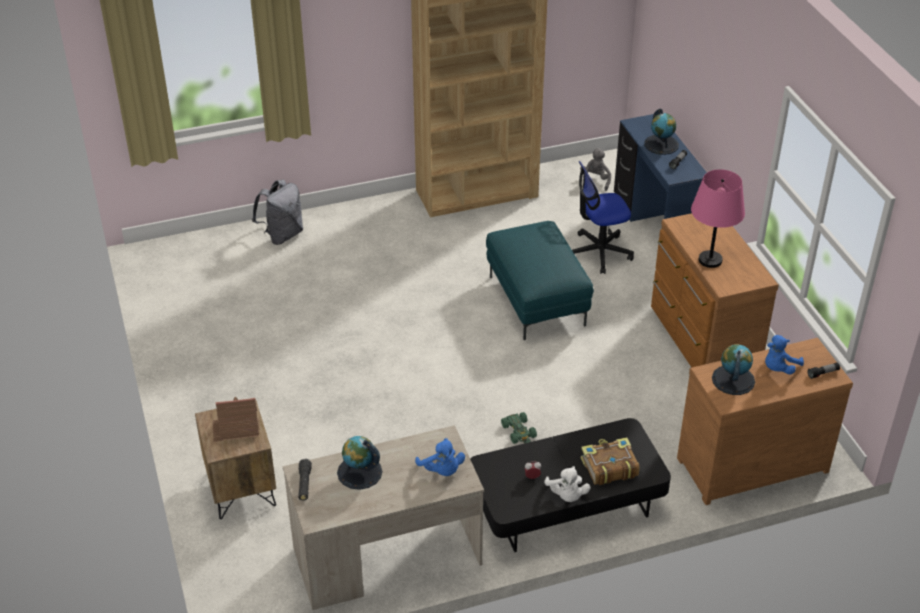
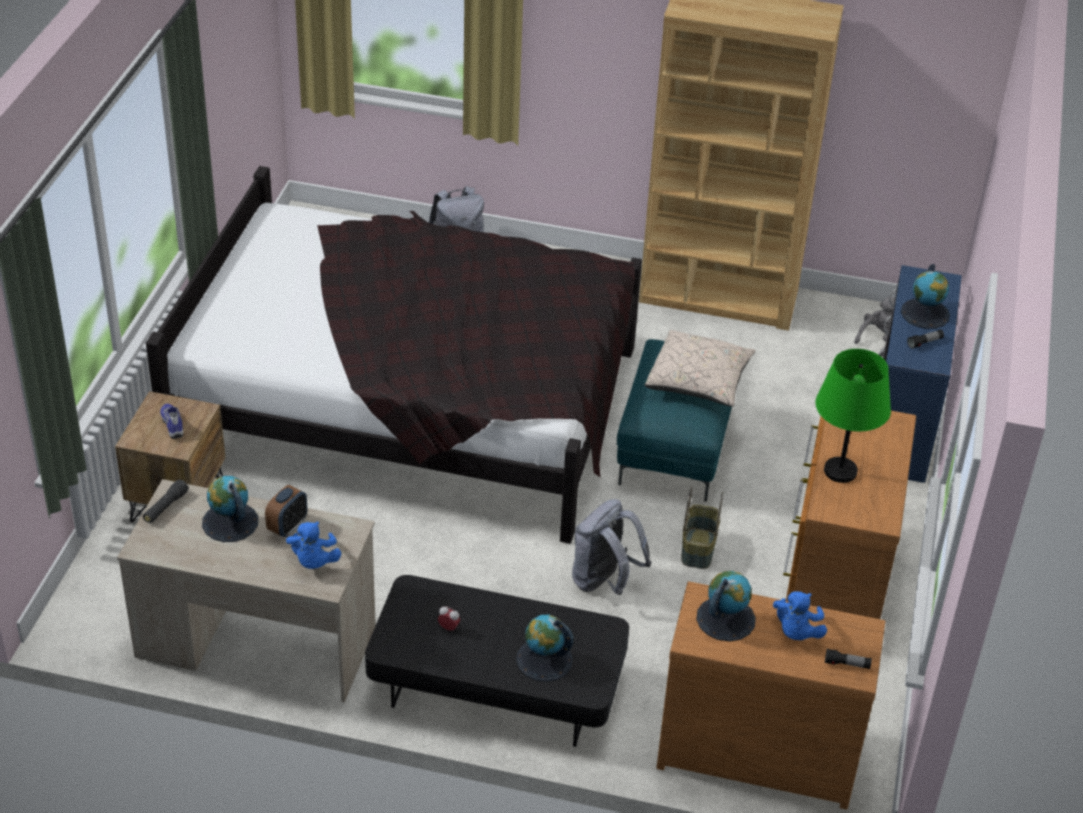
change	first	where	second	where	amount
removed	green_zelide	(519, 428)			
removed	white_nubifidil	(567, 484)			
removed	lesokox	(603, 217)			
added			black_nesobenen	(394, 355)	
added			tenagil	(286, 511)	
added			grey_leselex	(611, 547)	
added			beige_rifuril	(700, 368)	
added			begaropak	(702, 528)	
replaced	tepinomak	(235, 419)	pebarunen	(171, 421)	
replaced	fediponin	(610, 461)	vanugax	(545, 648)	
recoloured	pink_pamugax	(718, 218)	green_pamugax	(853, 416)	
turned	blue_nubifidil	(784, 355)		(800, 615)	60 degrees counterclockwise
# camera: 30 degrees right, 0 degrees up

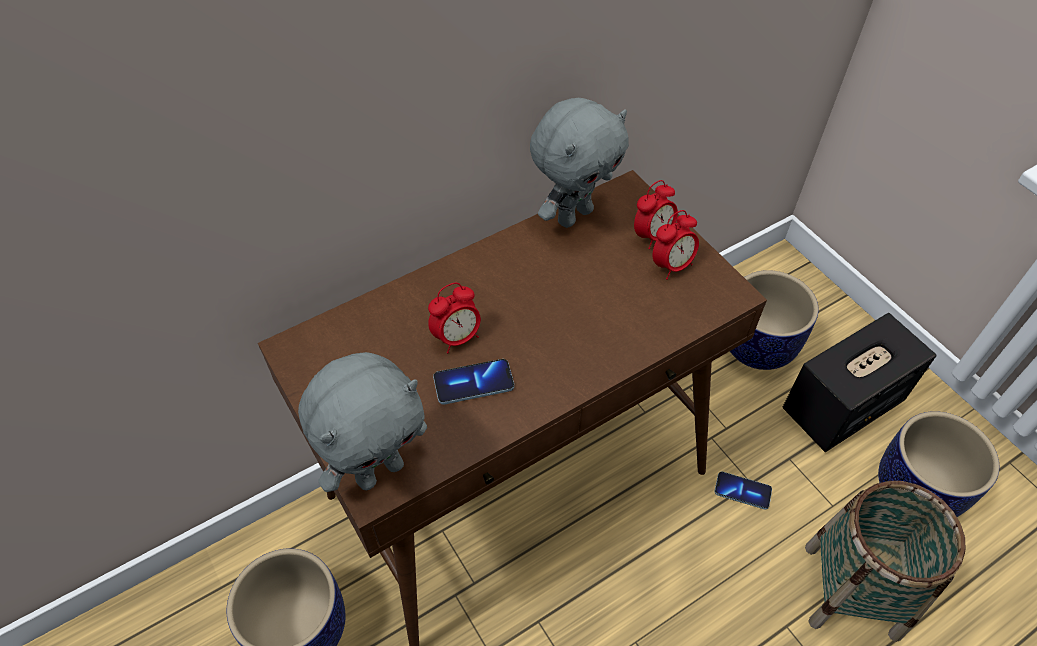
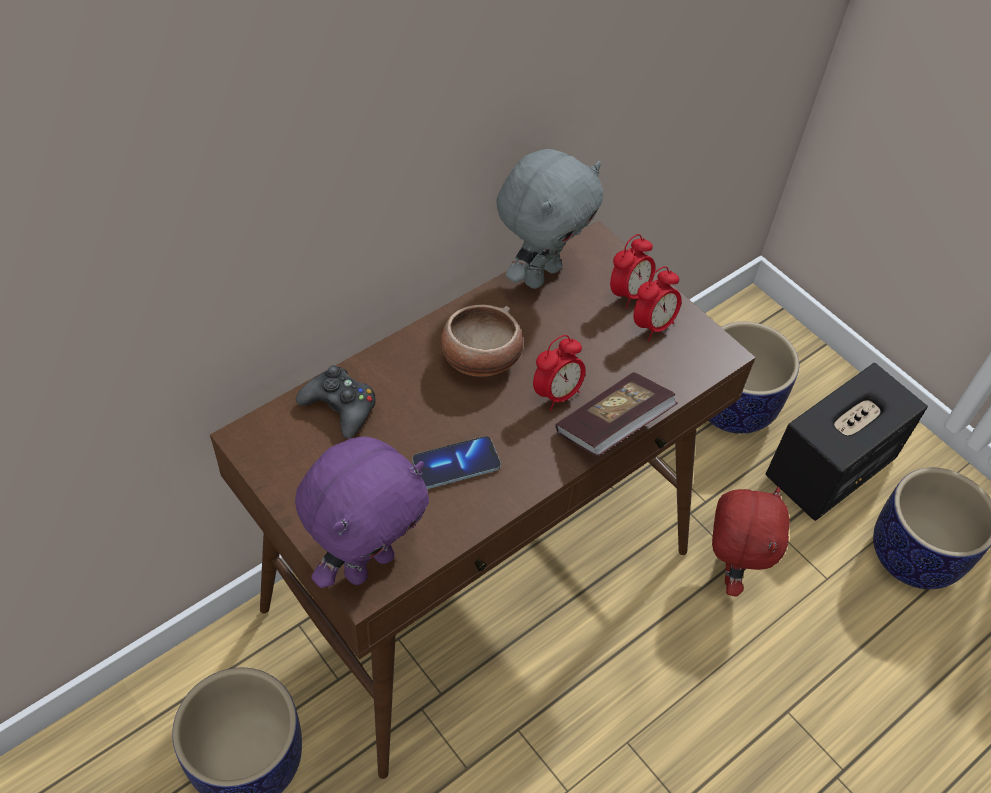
change	first	where	second	where	amount
removed	begaropak	(885, 561)			
added			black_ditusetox	(335, 402)	
added			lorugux	(482, 341)	
added			fediponin	(616, 414)	
moved	tenagil	(454, 318)		(559, 373)	
replaced	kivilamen	(743, 491)	red_nubifidil	(751, 541)	
recoloured	grey_nubifidil	(362, 422)	purple_nubifidil	(362, 512)	
# camera: 10 degrees left, 0 degrees up

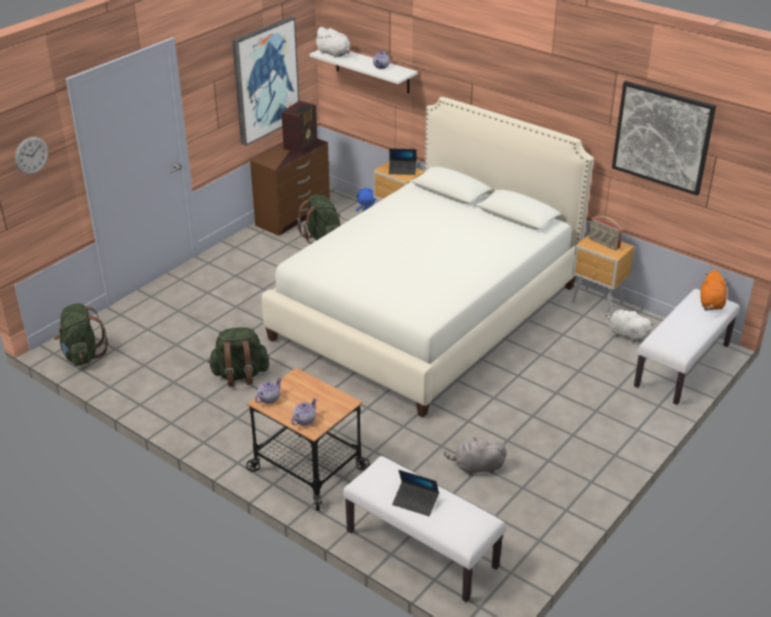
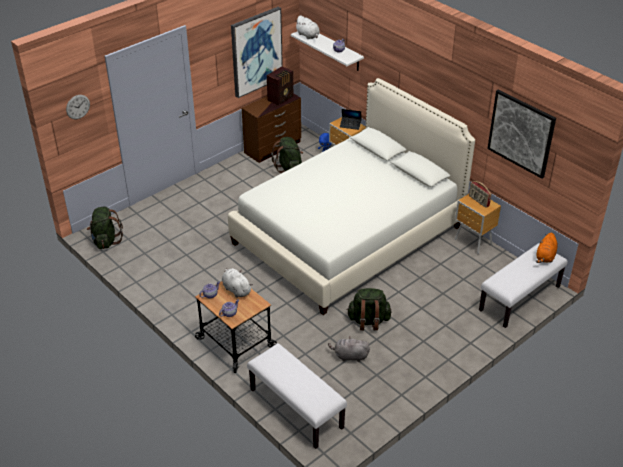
change	first	where	second	where	amount
removed	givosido	(415, 493)			
moved	green_leselex	(238, 357)		(369, 309)	
moved	white_nubifidil	(630, 326)		(237, 283)	
# camera: 10 degrees right, 5 degrees up

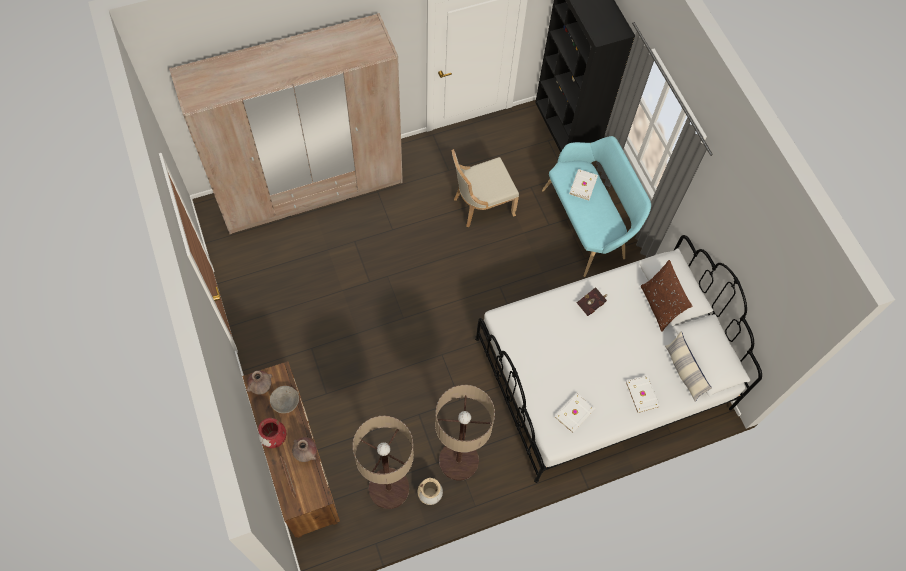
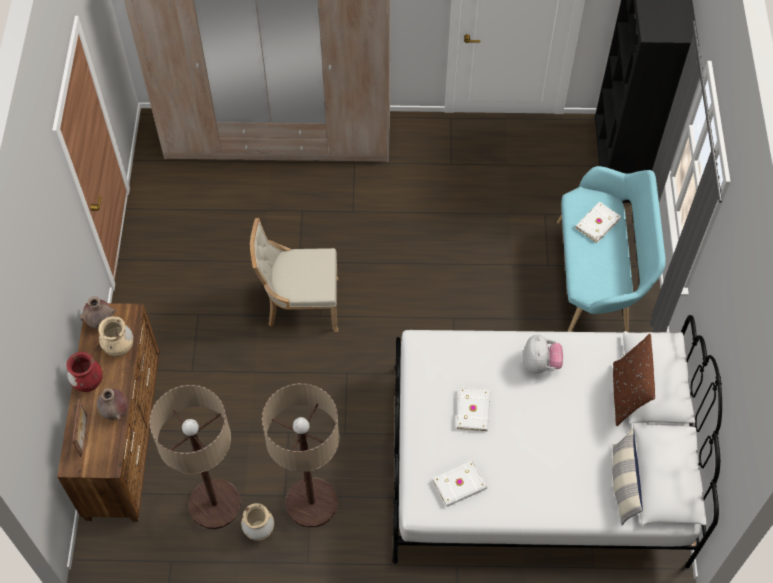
change	first	where	second	where	amount
moved	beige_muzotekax	(485, 188)		(294, 275)	
moved	white_fediponin	(642, 394)		(473, 409)	
replaced	grey_lorugux	(284, 399)	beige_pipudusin	(115, 336)	
replaced	red_fediponin	(592, 301)	nubifidil	(543, 354)	
# camera: 25 degrees right, 5 degrees down

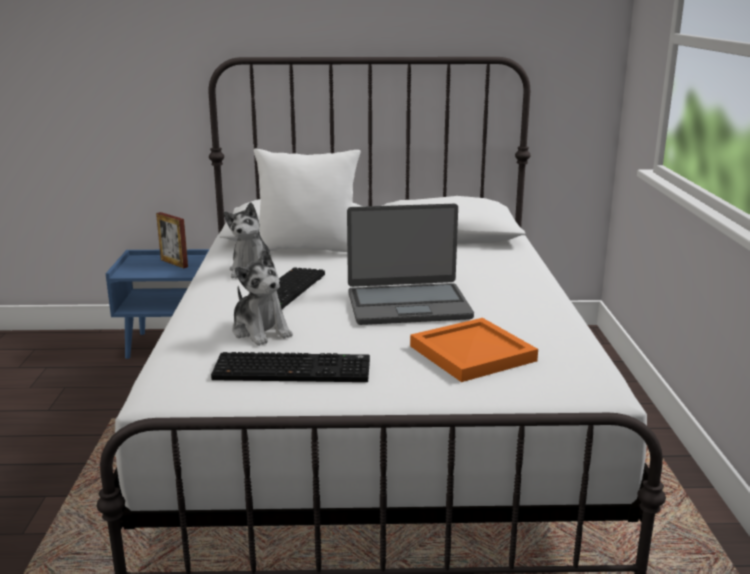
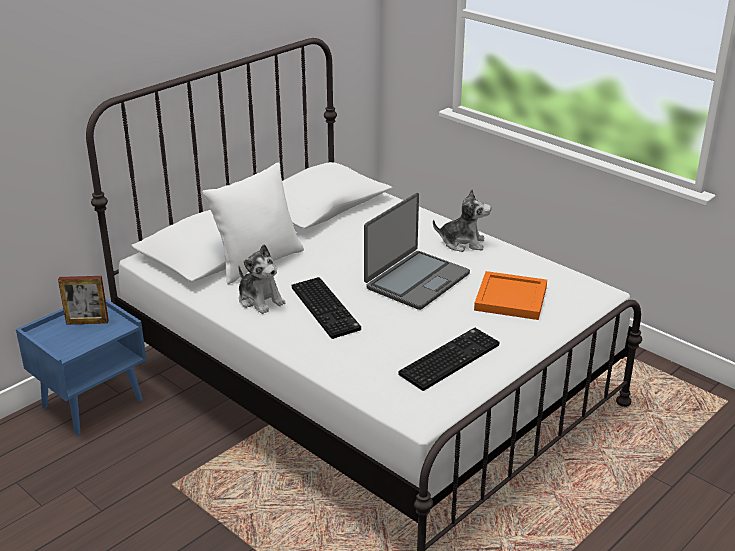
change	first	where	second	where	amount
moved	nubifidil	(262, 297)		(462, 220)	
# camera: 45 degrees left, 10 degrees up

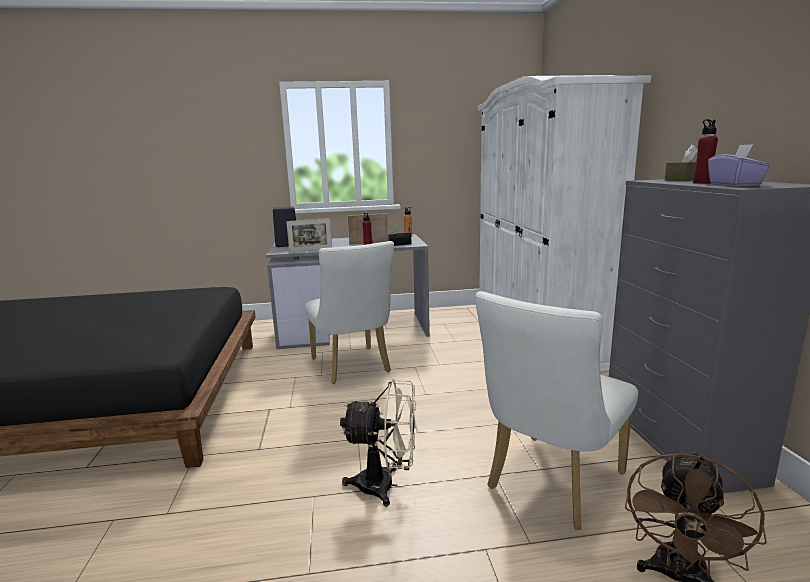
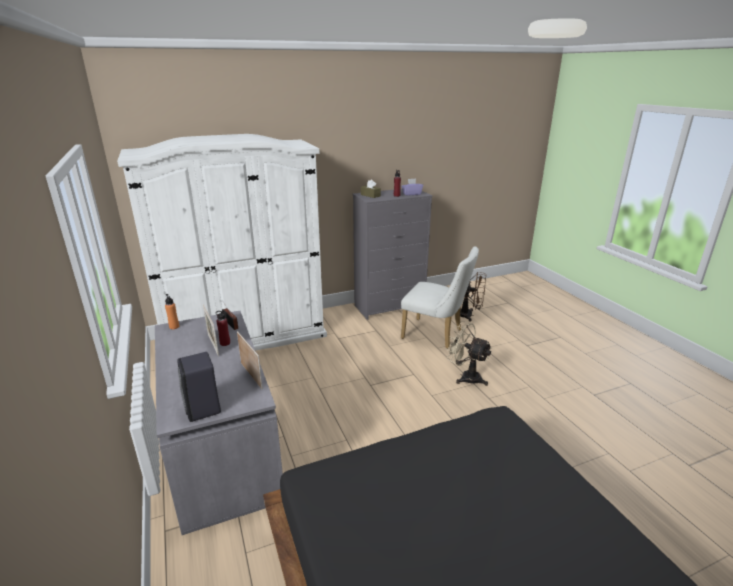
change	first	where	second	where	amount
removed	white_muzotekax	(349, 312)			
turned	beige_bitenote	(378, 443)		(469, 353)	45 degrees counterclockwise
# camera: 105 degrees left, 10 degrees up

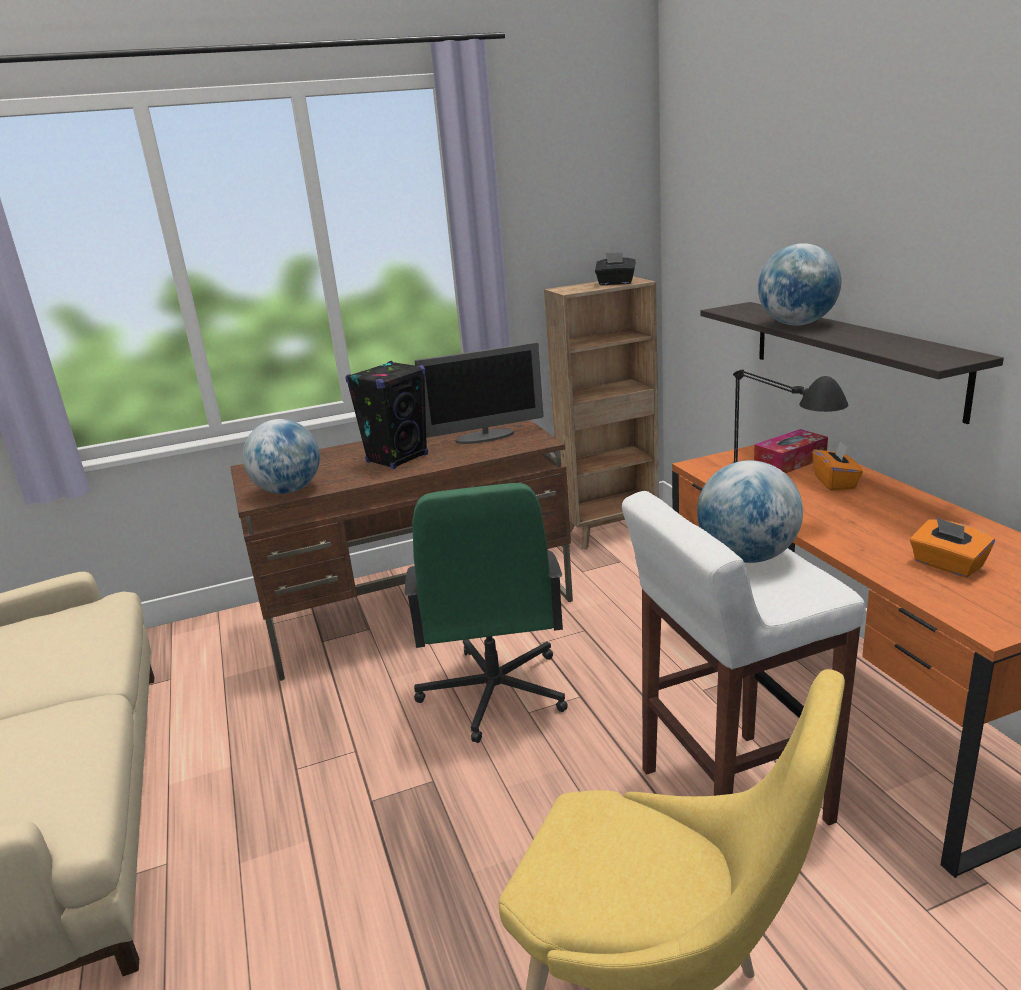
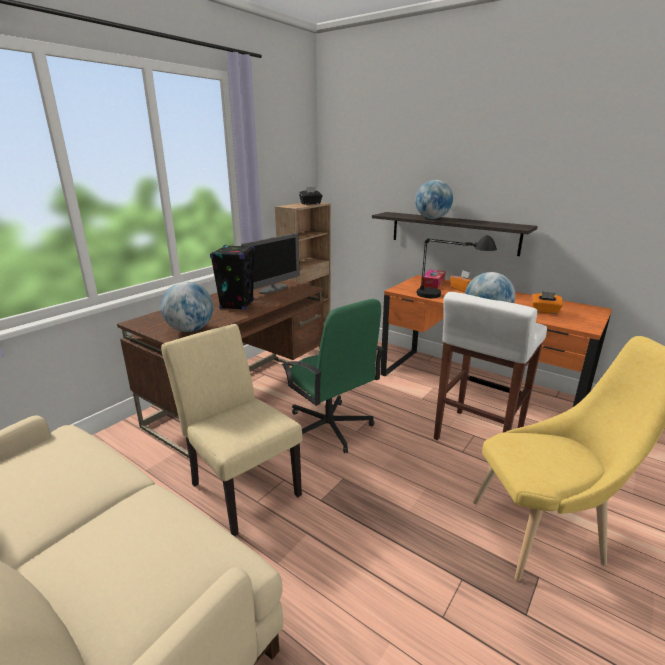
change	first	where	second	where	amount
added			beige_muzotekax	(231, 430)	
# camera: 35 degrees left, 0 degrees up

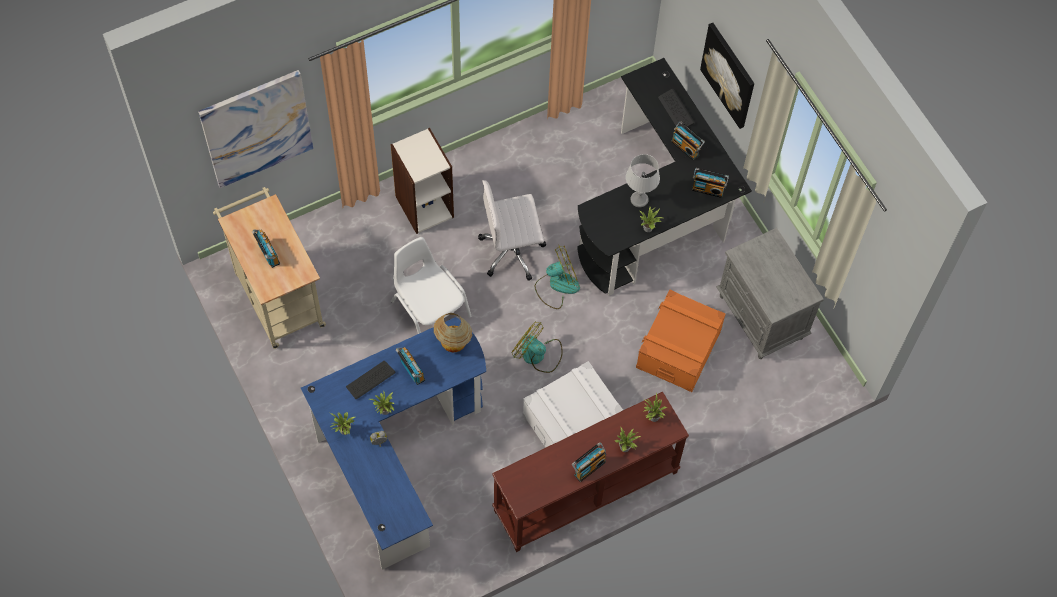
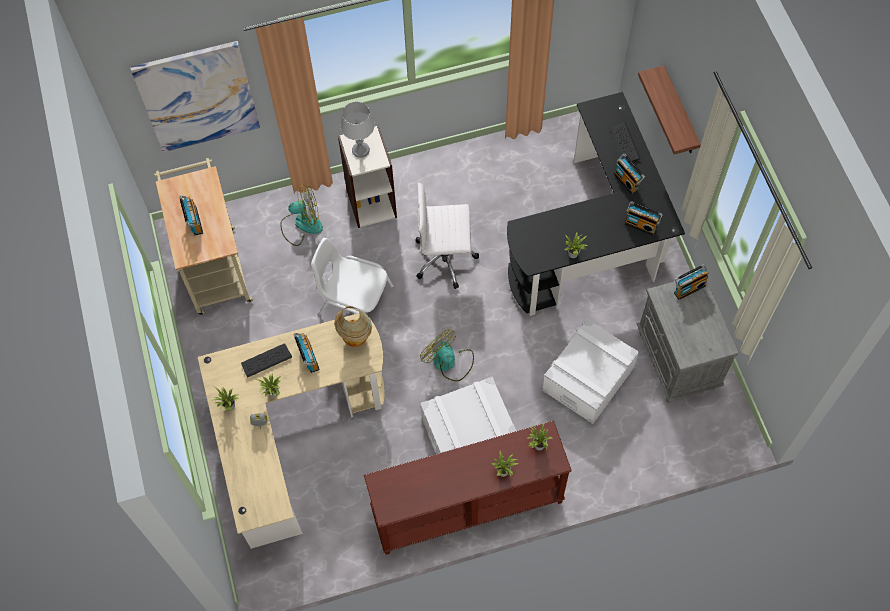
change	first	where	second	where	amount
moved	bitenote	(557, 277)		(301, 215)	
moved	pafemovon	(589, 462)		(691, 282)	
moved	grey_pamugax	(643, 180)		(358, 130)	
replaced	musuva	(727, 76)	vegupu	(669, 110)	
recoloured	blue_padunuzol	(393, 443)	beige_padunuzol	(291, 430)	
recoloured	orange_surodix	(681, 340)	white_surodix	(590, 371)	
turned	white_muzotekax	(431, 285)		(352, 276)	45 degrees counterclockwise
# camera: 15 degrees right, 0 degrees up

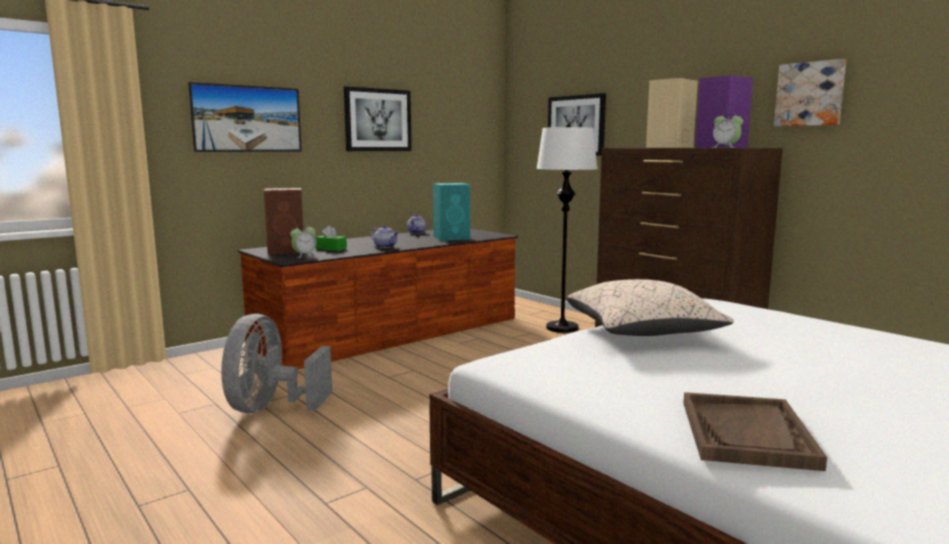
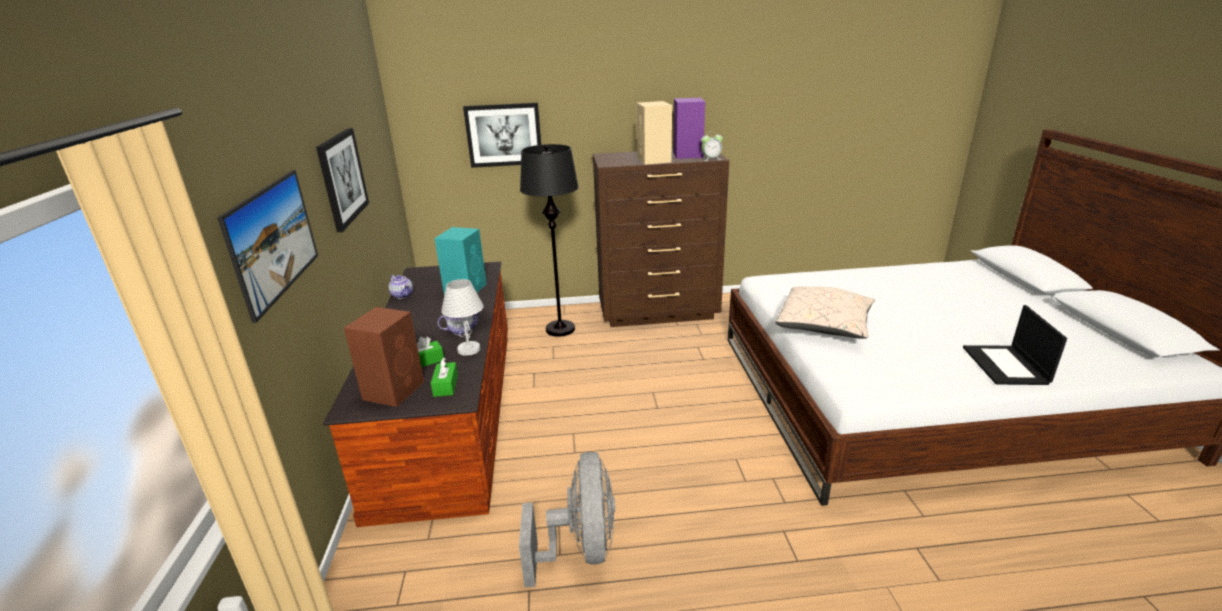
change	first	where	second	where	amount
removed	musuva	(810, 92)			
added			white_pamugax	(462, 317)	
replaced	tenagil	(303, 241)	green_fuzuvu	(444, 377)	
replaced	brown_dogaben	(755, 431)	givosido	(1015, 345)	
recoloured	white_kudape	(567, 228)	black_kudape	(549, 240)	
turned	grey_bitenote	(276, 363)		(567, 519)	135 degrees counterclockwise
# camera: 55 degrees left, 15 degrees up

